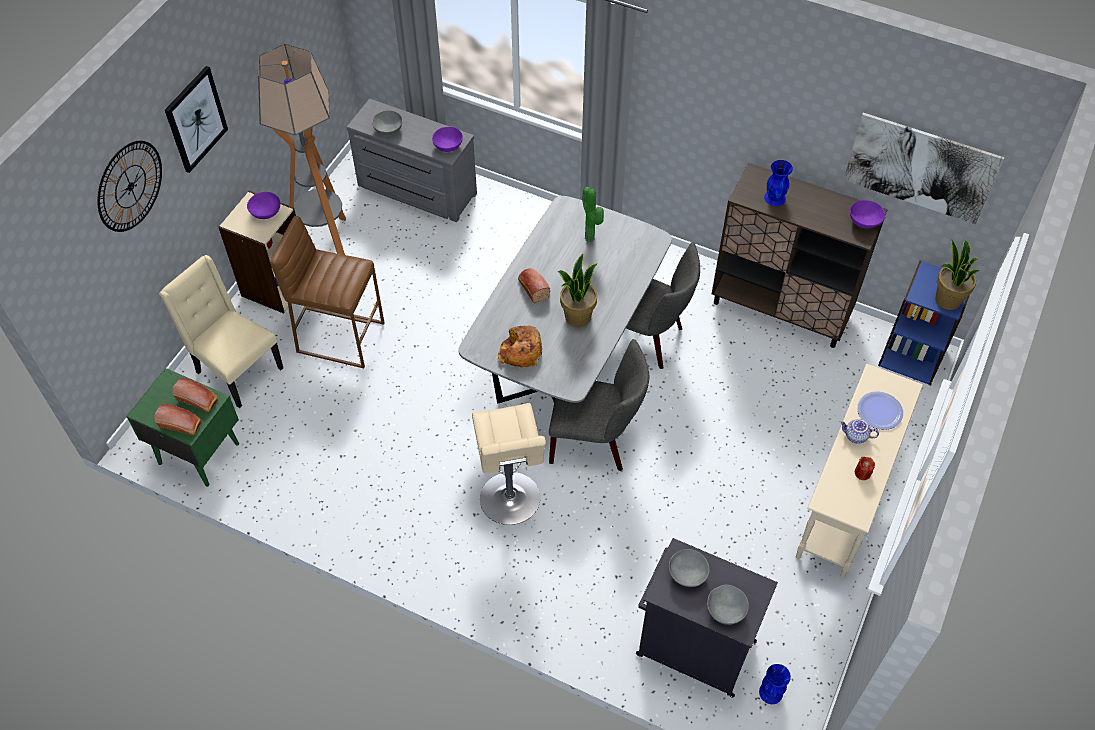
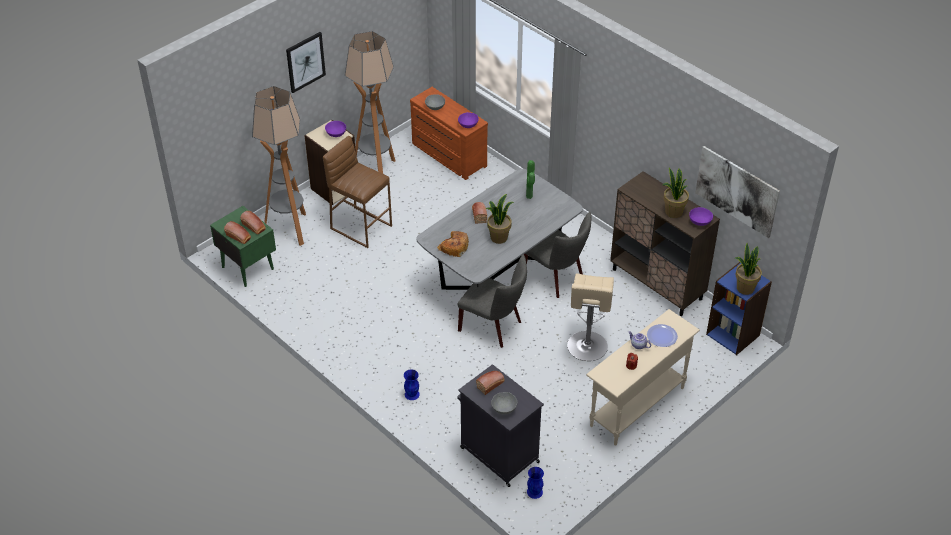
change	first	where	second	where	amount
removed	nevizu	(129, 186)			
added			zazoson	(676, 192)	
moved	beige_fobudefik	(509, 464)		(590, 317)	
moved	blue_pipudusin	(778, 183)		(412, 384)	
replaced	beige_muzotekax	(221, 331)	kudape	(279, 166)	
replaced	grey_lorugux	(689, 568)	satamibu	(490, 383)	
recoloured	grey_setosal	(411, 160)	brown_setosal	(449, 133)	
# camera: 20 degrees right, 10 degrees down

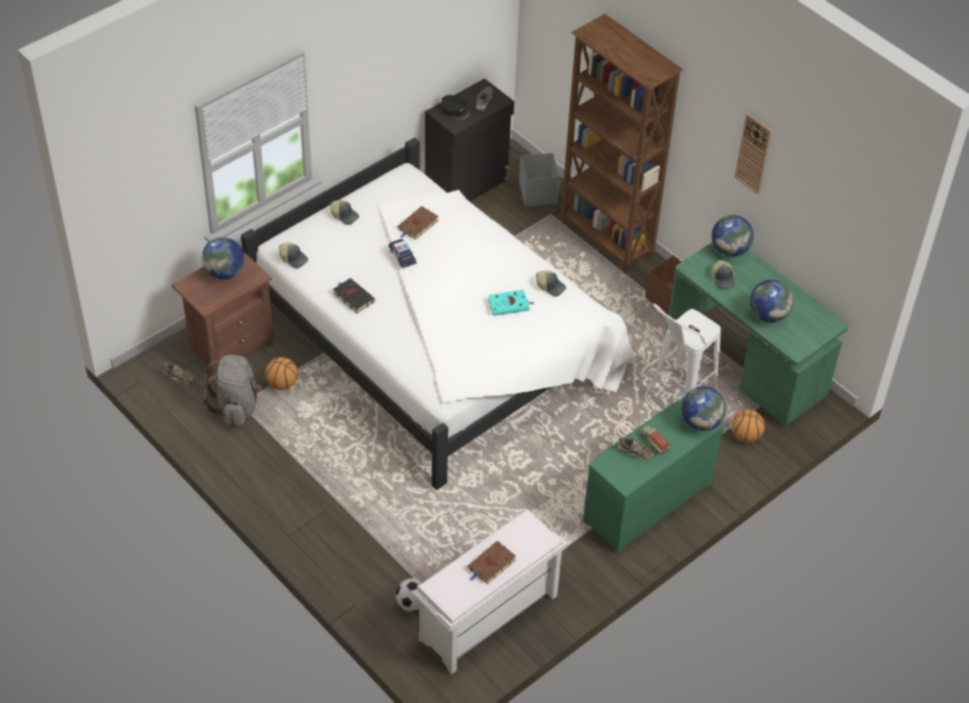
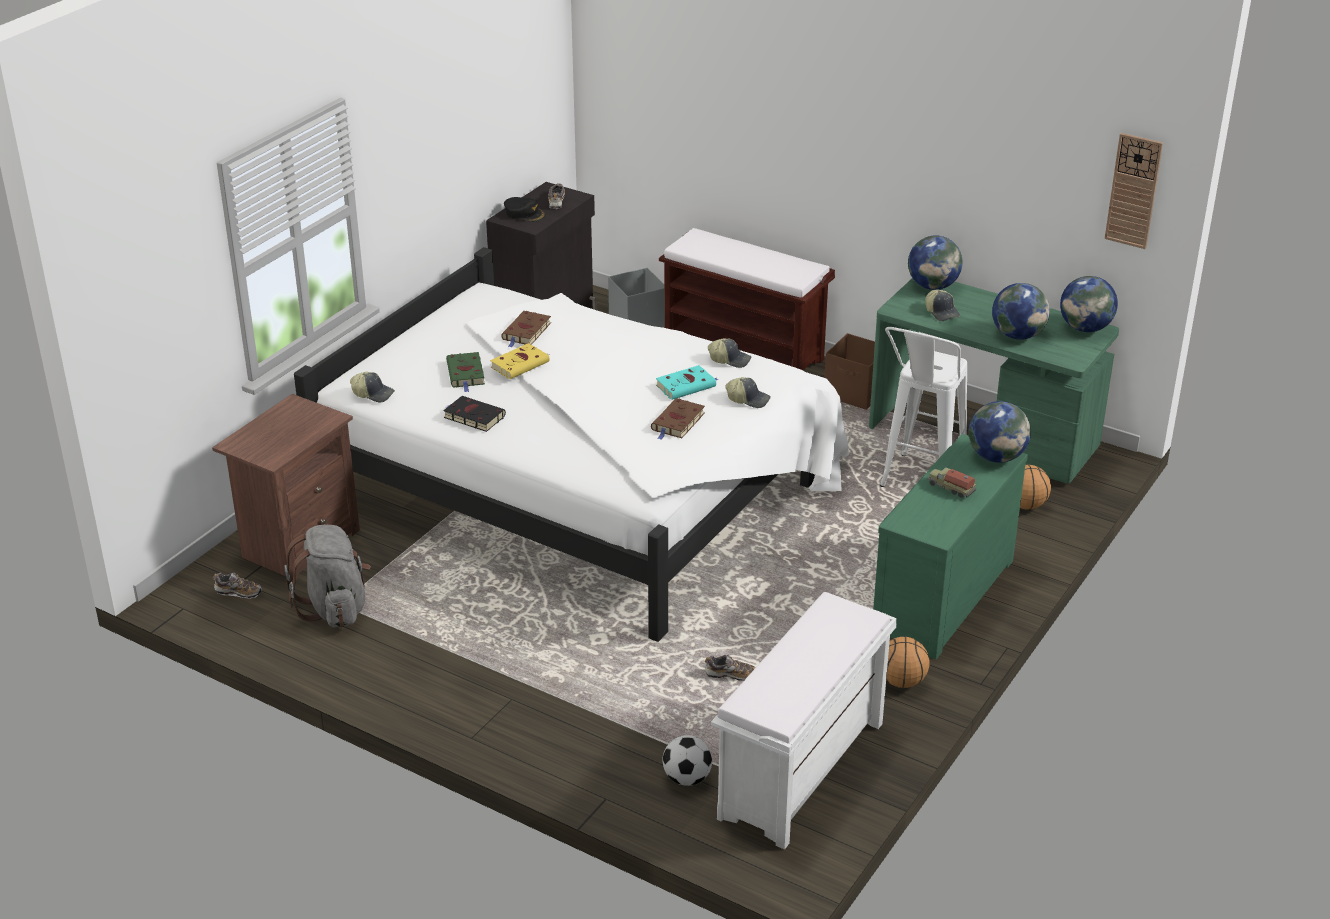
change	first	where	second	where	amount
added			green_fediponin	(465, 372)	
moved	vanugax	(223, 258)		(1089, 304)	
moved	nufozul	(281, 373)		(908, 662)	
moved	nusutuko	(344, 212)		(748, 392)	
moved	brown_fediponin	(492, 562)		(678, 419)	
moved	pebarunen	(636, 449)		(730, 668)	
moved	nevizu	(753, 154)		(1134, 191)	
replaced	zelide	(403, 253)	yellow_fediponin	(520, 361)	
replaced	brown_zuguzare	(621, 144)	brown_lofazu	(747, 299)	
# camera: 15 degrees left, 15 degrees down

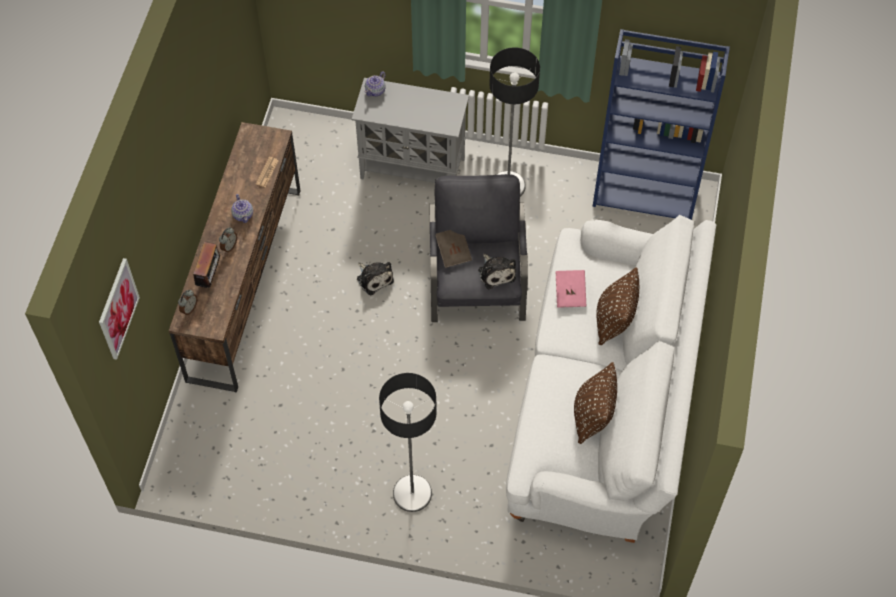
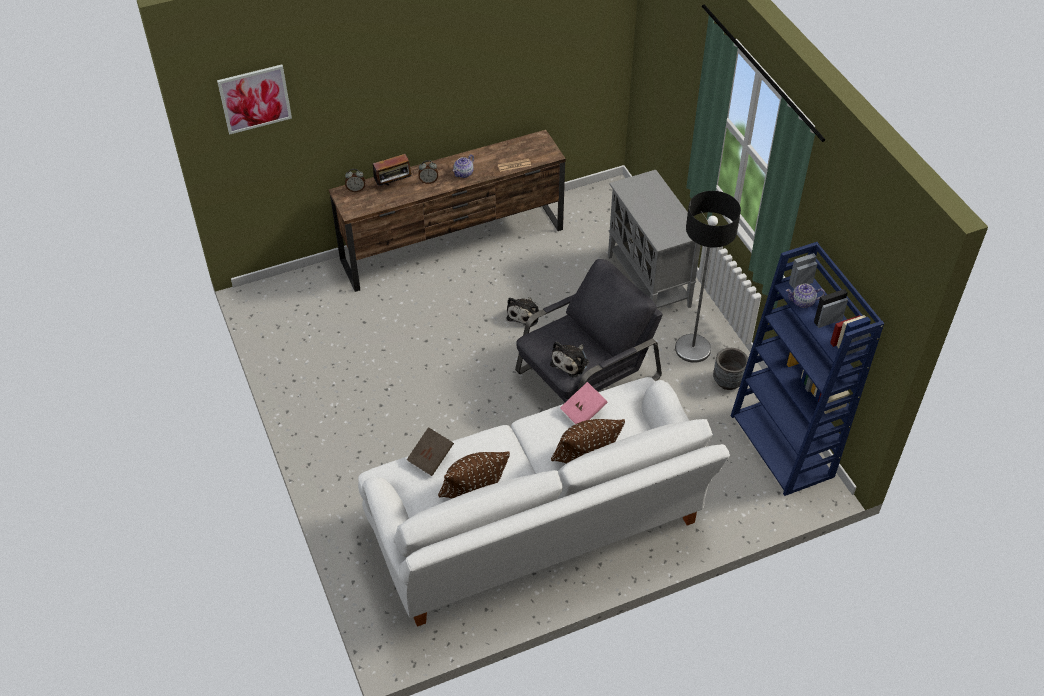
change	first	where	second	where	amount
removed	kudape	(408, 442)			
added			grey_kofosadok	(730, 369)	
moved	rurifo	(375, 84)		(805, 296)	
moved	brown_fediponin	(453, 249)		(430, 451)	
# camera: 55 degrees right, 10 degrees down

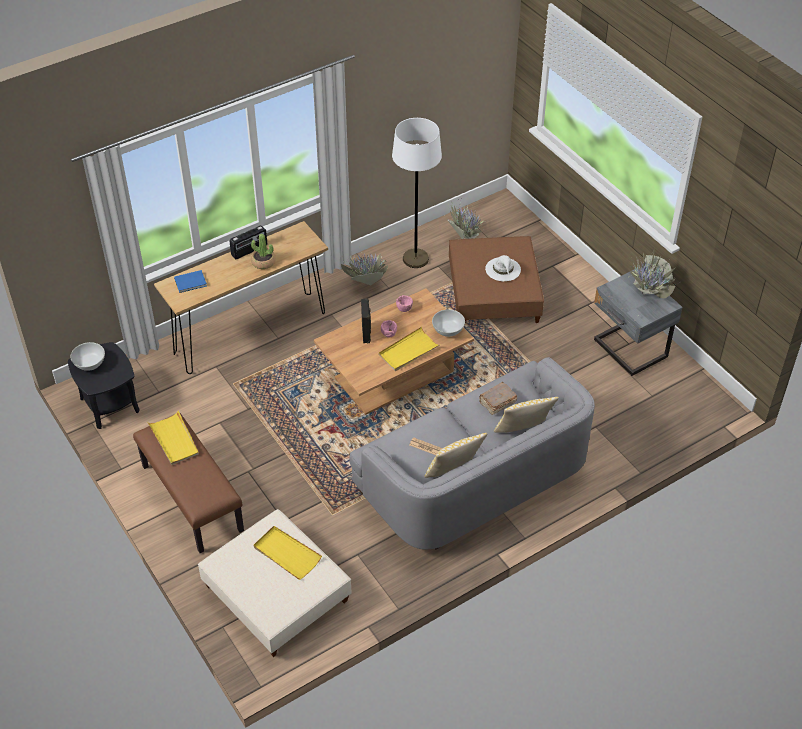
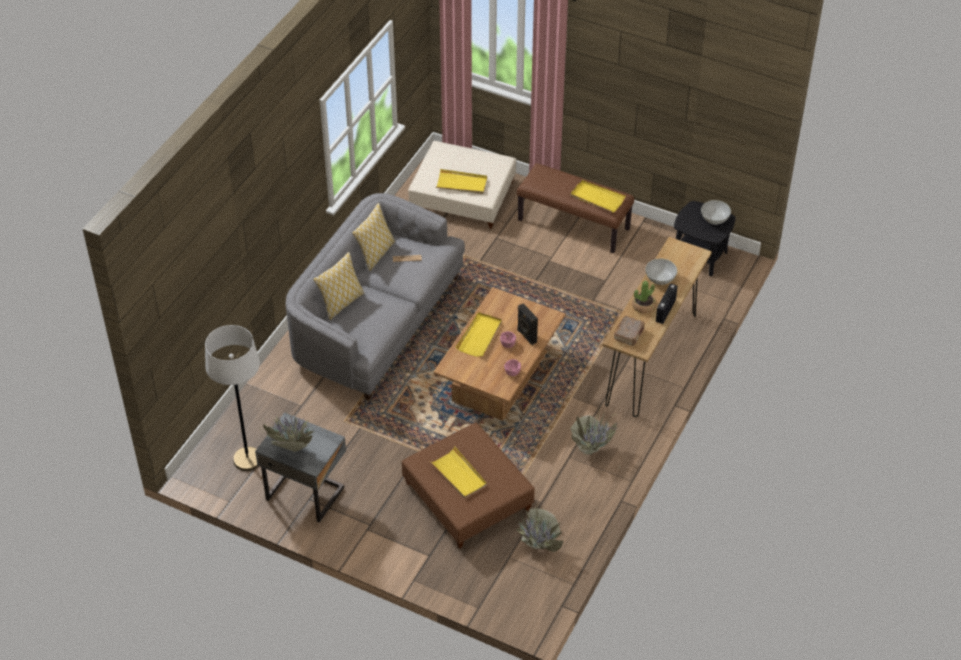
change	first	where	second	where	amount
removed	blue_fediponin	(190, 281)			
moved	white_kudape	(417, 193)		(232, 398)	
moved	white_lorugux	(448, 323)		(661, 272)	
moved	brown_fediponin	(498, 398)		(629, 331)	
replaced	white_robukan	(503, 268)	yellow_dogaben	(459, 473)	
# camera: 150 degrees right, 0 degrees up

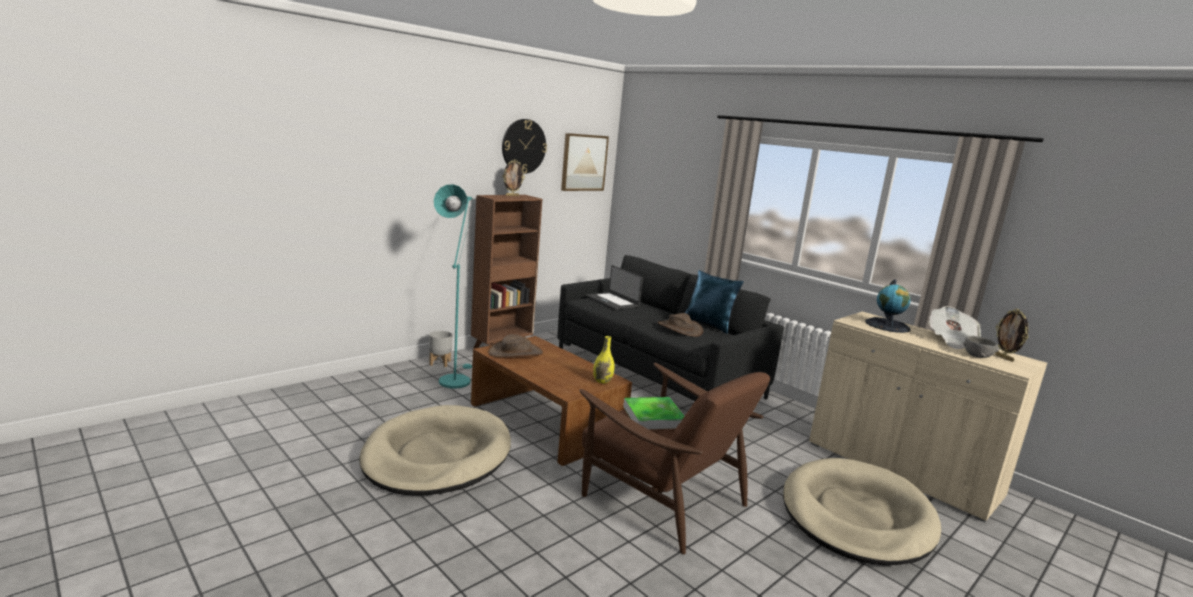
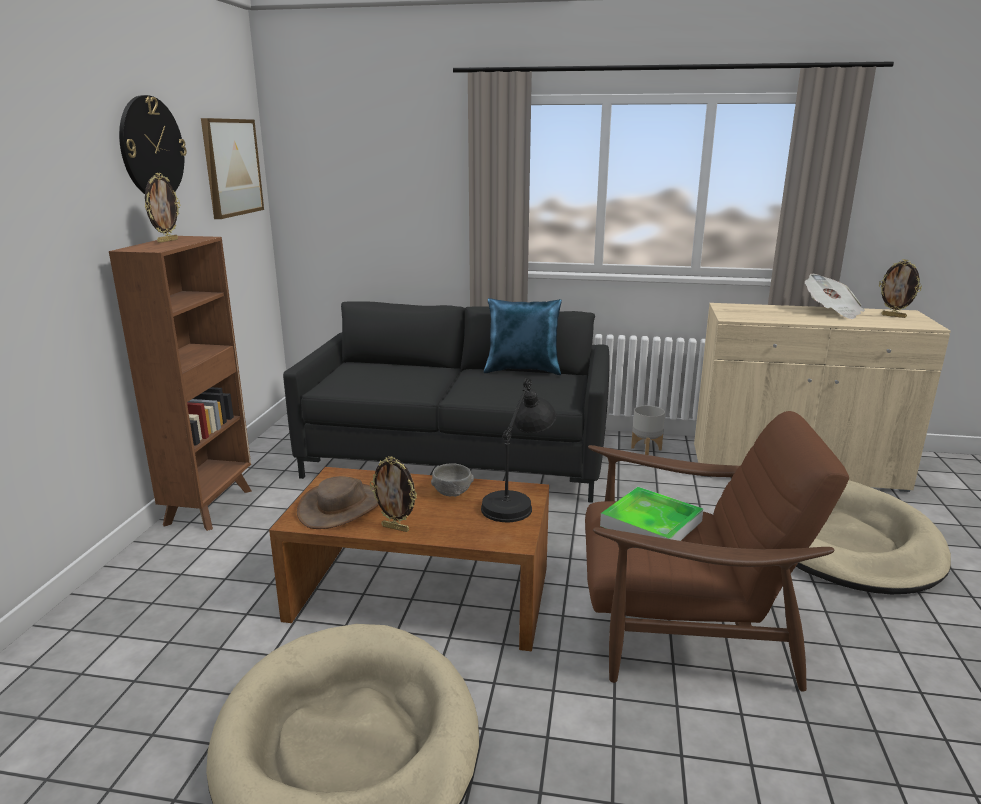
change	first	where	second	where	amount
removed	turquoise_kudape	(454, 286)			
removed	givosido	(614, 287)			
removed	brown_robukan	(680, 325)			
removed	vanugax	(888, 306)			
added			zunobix	(393, 494)	
moved	grey_kofosadok	(441, 349)		(648, 430)	
moved	grey_lorugux	(981, 347)		(452, 480)	
replaced	yellow_pipudusin	(604, 359)	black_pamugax	(518, 450)	
# camera: 35 degrees left, 5 degrees up

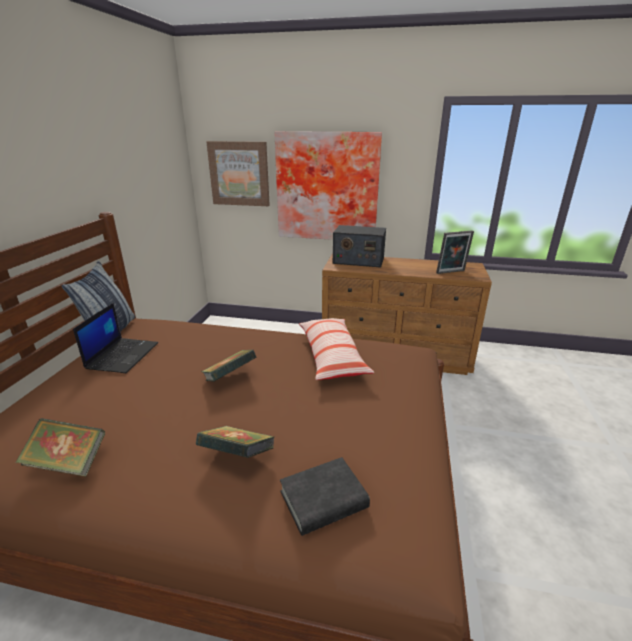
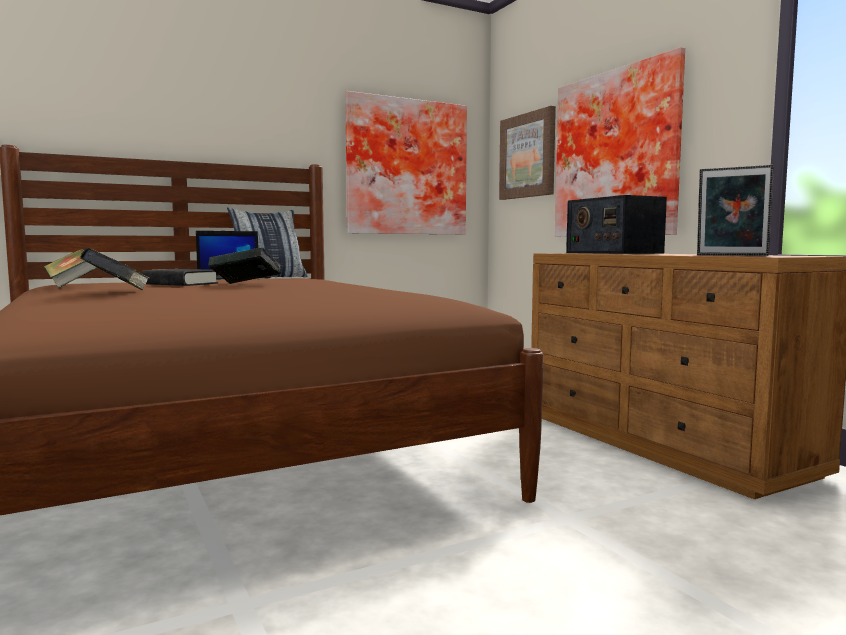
change	first	where	second	where	amount
removed	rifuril	(337, 349)			
added			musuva	(406, 162)	
moved	black_fediponin	(325, 496)		(179, 277)	
# camera: 50 degrees right, 20 degrees down

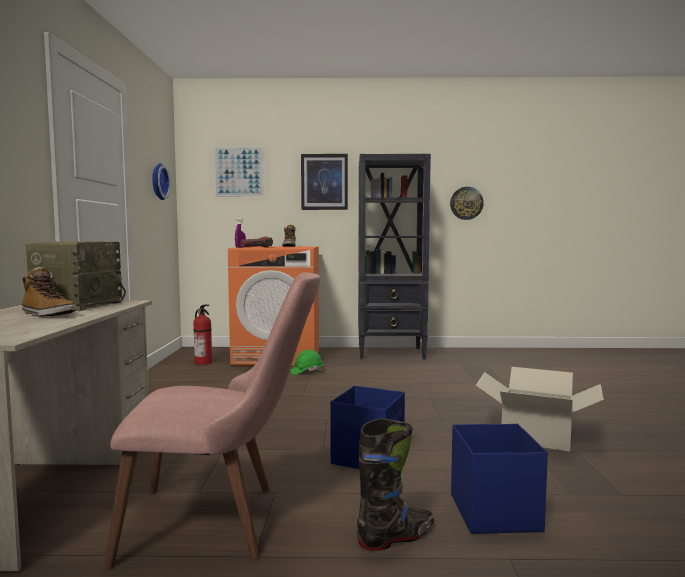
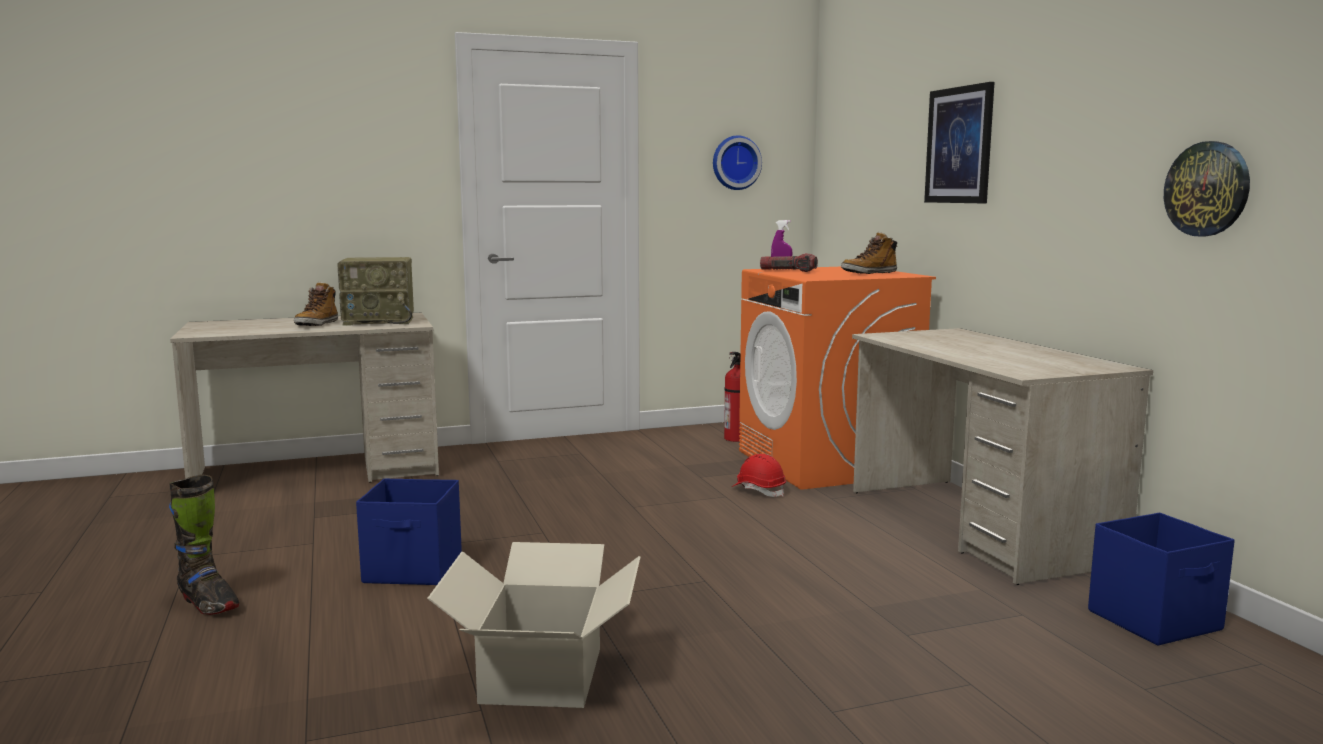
change	first	where	second	where	amount
removed	pink_muzotekax	(212, 421)			
removed	musuva	(239, 171)			
moved	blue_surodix	(499, 479)		(1161, 579)	
replaced	black_zuguzare	(394, 256)	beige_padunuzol	(1002, 456)	
recoloured	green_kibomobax	(306, 362)	red_kibomobax	(759, 475)	
# camera: 70 degrees right, 5 degrees up

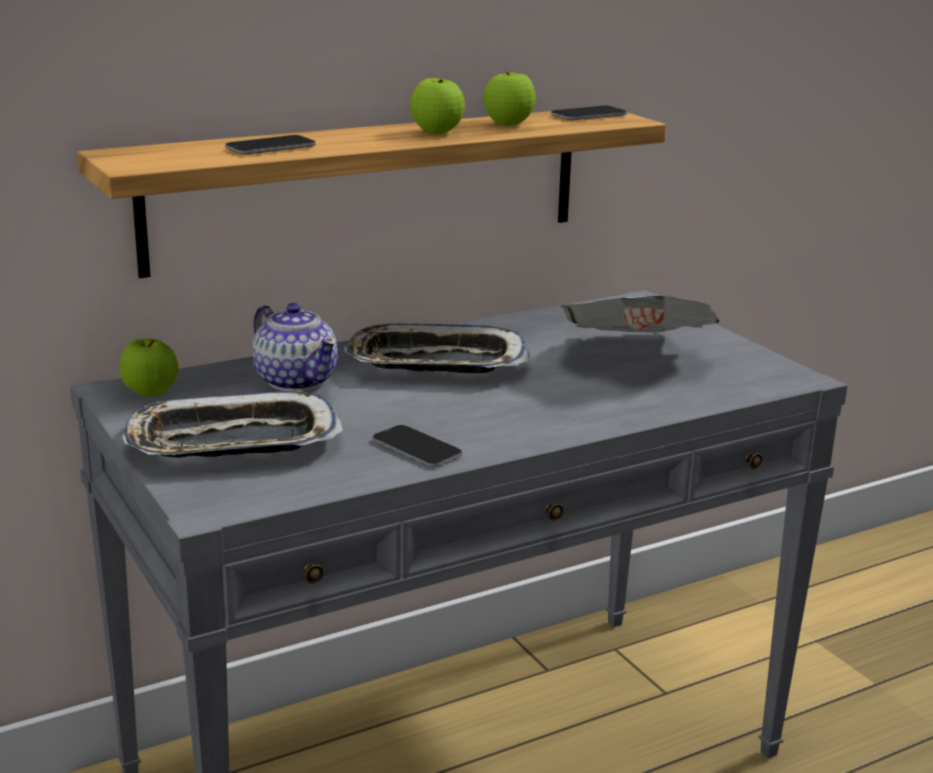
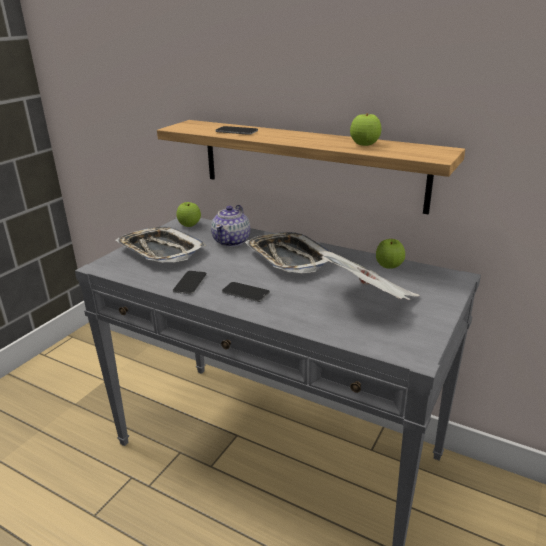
change	first	where	second	where	amount
moved	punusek	(437, 106)		(390, 254)	
moved	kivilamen	(589, 113)		(246, 292)	
# camera: 60 degrees right, 5 degrees up

